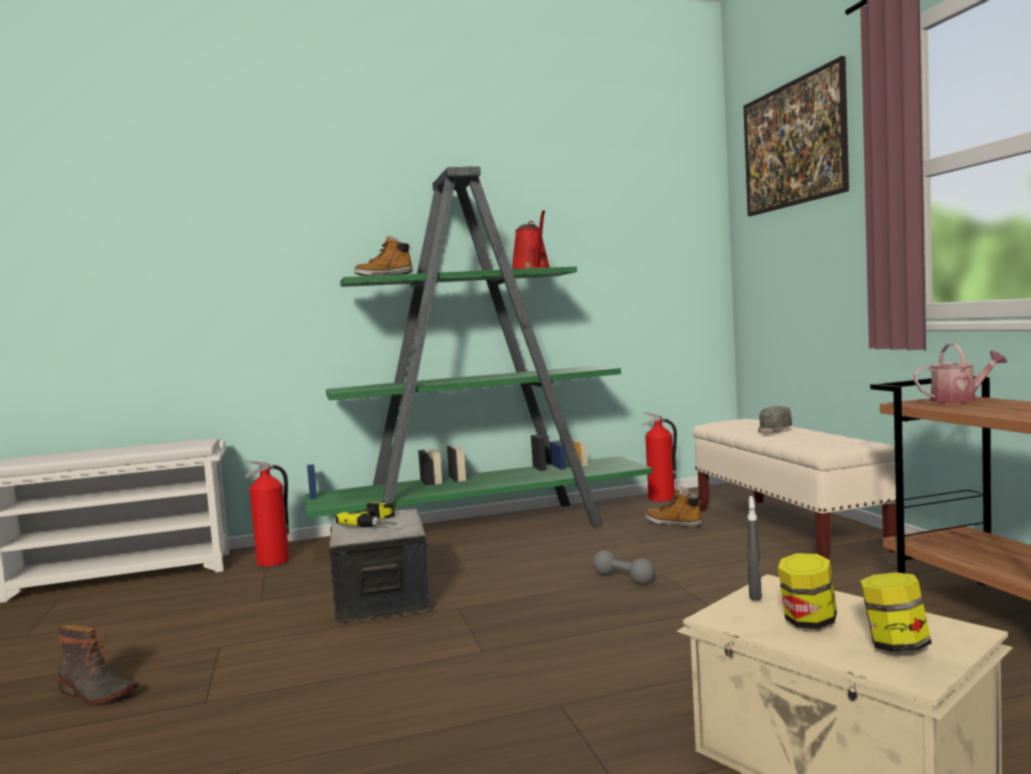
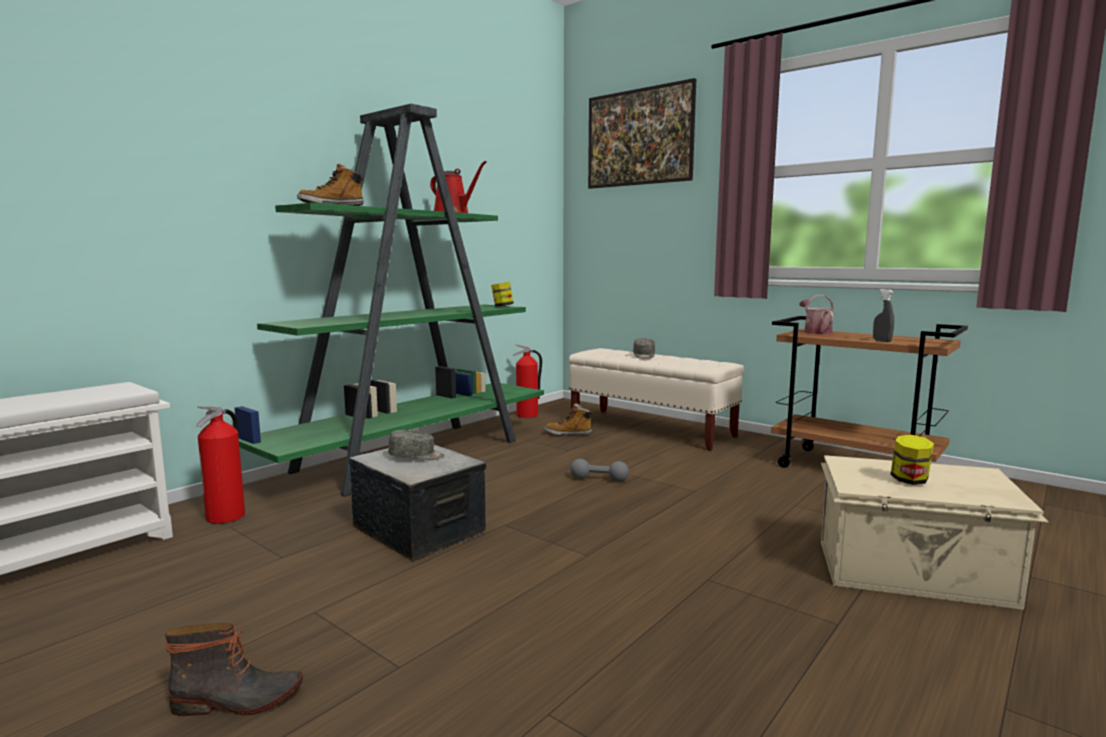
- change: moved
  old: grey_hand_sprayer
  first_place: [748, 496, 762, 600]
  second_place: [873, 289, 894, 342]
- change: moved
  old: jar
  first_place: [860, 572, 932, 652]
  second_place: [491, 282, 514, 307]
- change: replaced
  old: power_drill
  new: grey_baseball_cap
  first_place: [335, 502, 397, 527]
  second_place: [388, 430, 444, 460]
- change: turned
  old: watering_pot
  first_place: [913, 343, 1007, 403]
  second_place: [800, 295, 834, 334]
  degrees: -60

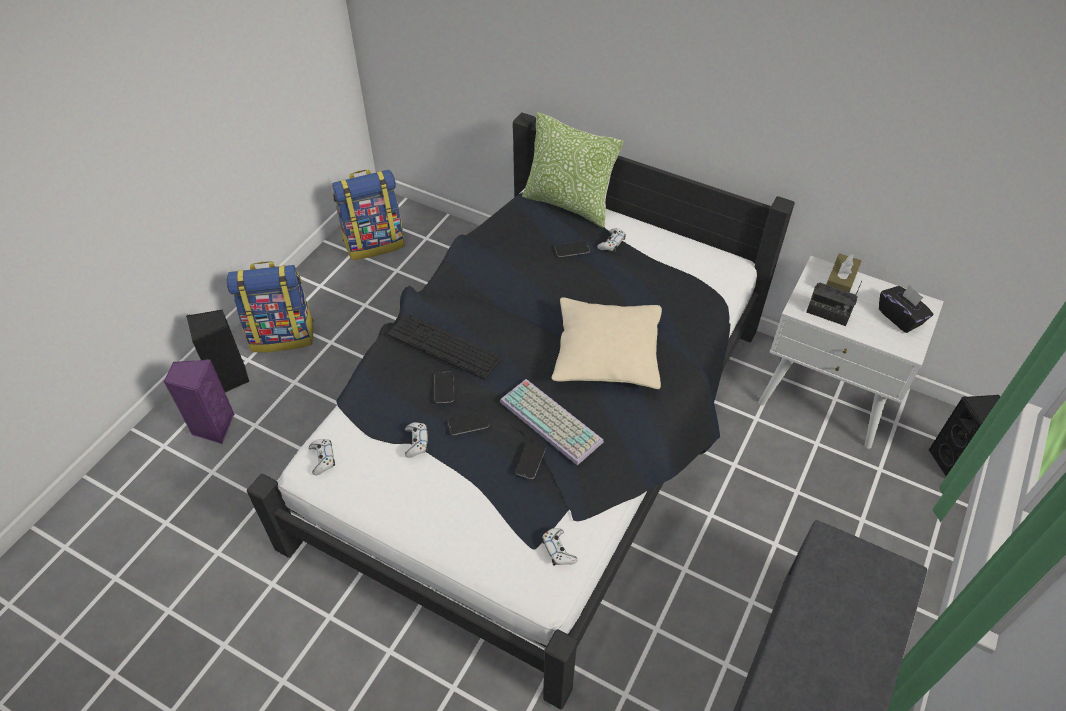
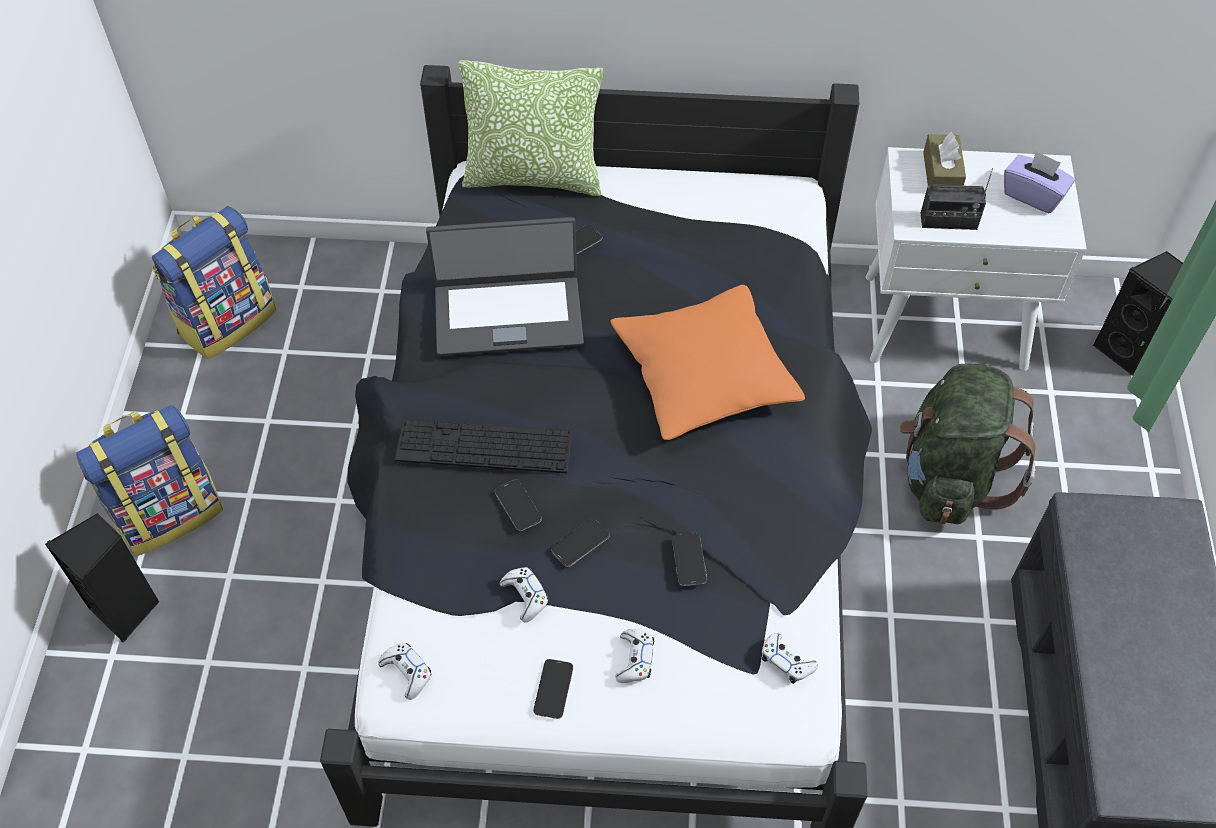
- change: removed
  old: purple-coloured_audio_speaker
  first_place: [163, 359, 235, 444]
- change: removed
  old: keyboard
  first_place: [500, 379, 604, 465]
- change: added
  new: laptop
  second_place: [426, 217, 584, 356]
- change: added
  new: handset
  second_place: [533, 659, 573, 719]
- change: added
  new: green_backpack
  second_place: [899, 364, 1036, 524]
- change: moved
  old: white-coloured_gamepad
  first_place: [597, 228, 626, 251]
  second_place: [615, 629, 654, 683]
- change: recoloured
  old: beige_pillow
  new: orange_pillow
  first_place: [552, 297, 662, 389]
  second_place: [611, 285, 805, 440]
- change: recoloured
  old: blackish_box_of_tissues
  new: purple-coloured_box_of_tissues
  first_place: [879, 285, 933, 333]
  second_place: [1004, 151, 1075, 213]

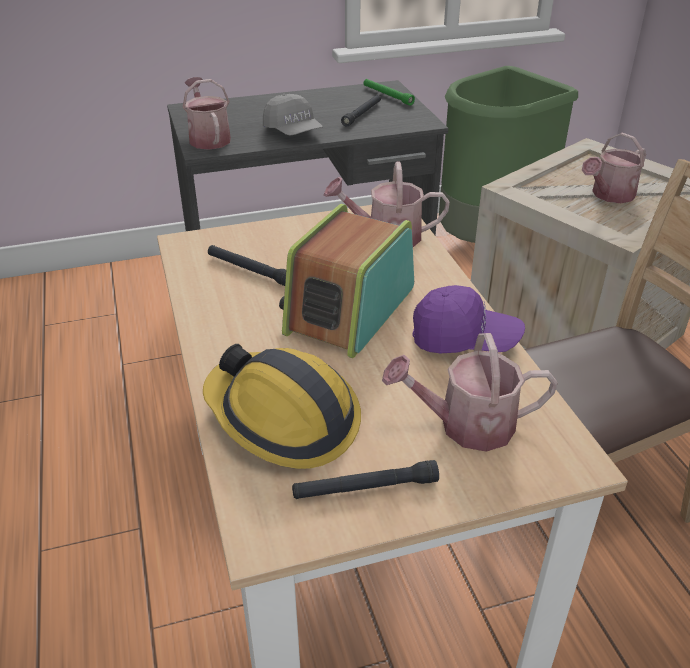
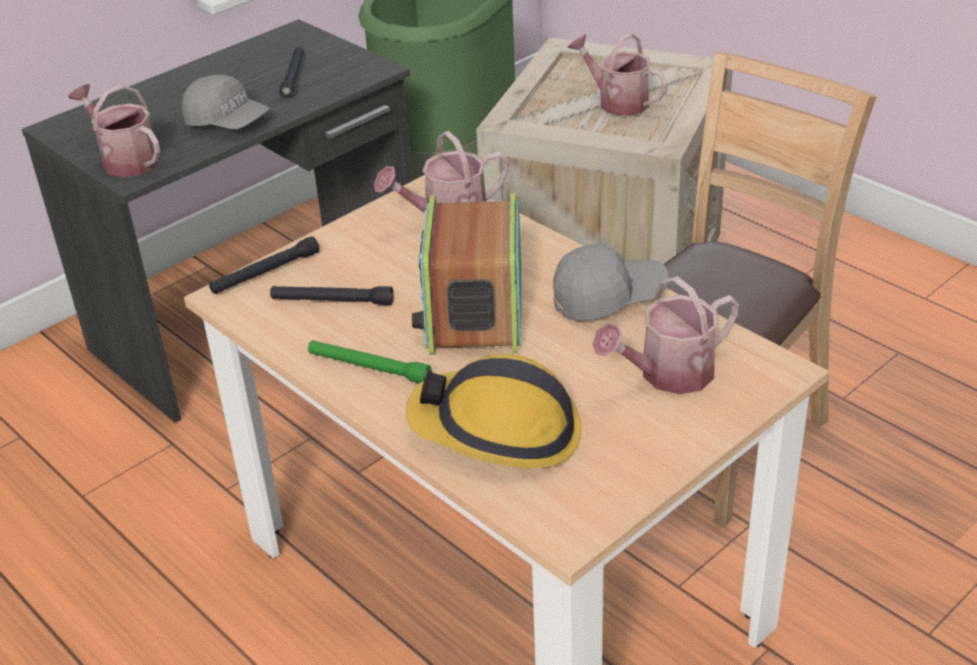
- change: moved
  old: blackish_hand_torch
  first_place: [292, 460, 439, 499]
  second_place: [209, 236, 320, 294]
- change: moved
  old: green_hand_torch
  first_place: [364, 79, 415, 106]
  second_place: [308, 340, 431, 383]
- change: recoloured
  old: purple-coloured_baseball_cap
  new: grey_baseball_cap
  first_place: [412, 285, 525, 353]
  second_place: [553, 243, 669, 321]
- change: turned
  old: watering_pot
  first_place: [582, 133, 646, 203]
  second_place: [567, 33, 668, 116]
  degrees: 105

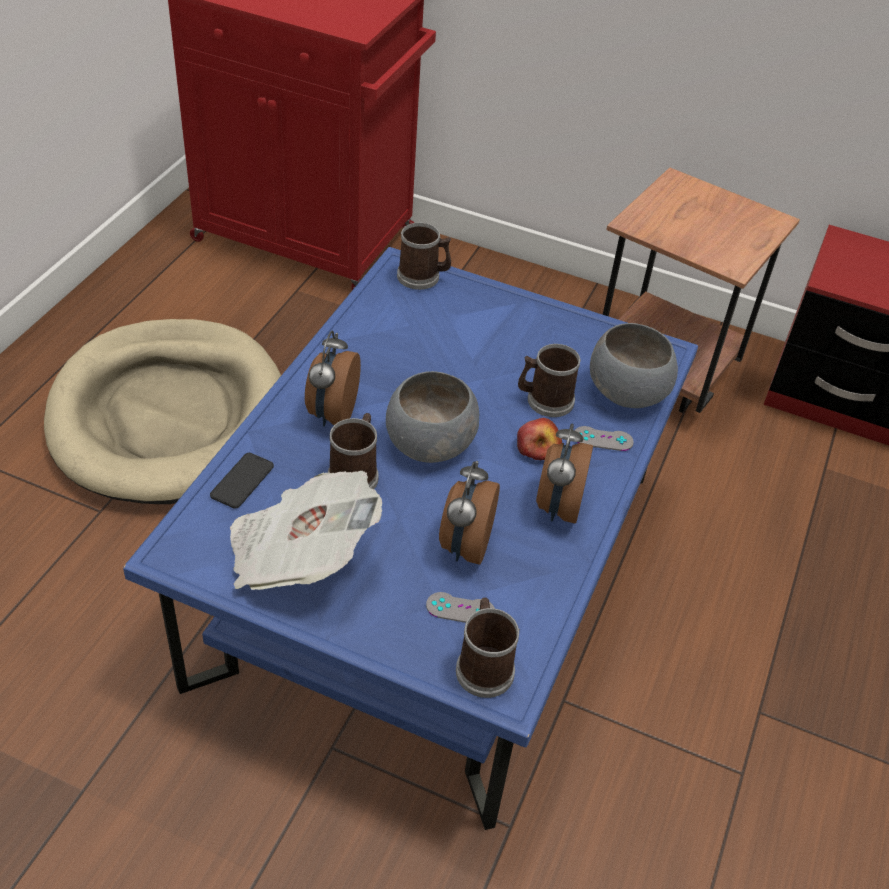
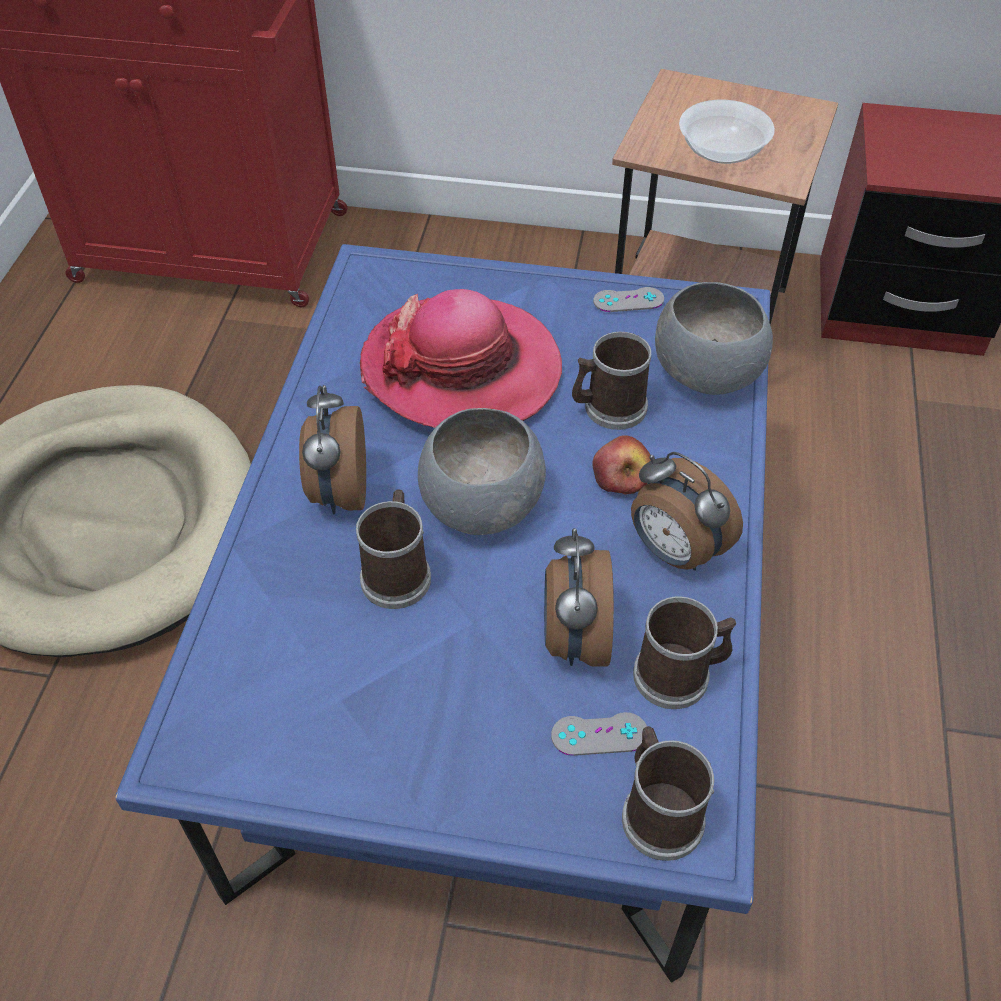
- change: removed
  old: handset
  first_place: [210, 453, 274, 509]
- change: removed
  old: daily_paper
  first_place: [230, 471, 382, 590]
- change: added
  new: hat
  second_place: [360, 289, 562, 428]
- change: added
  new: deep_dish
  second_place: [679, 100, 775, 164]
- change: moved
  old: mug
  first_place: [397, 223, 451, 290]
  second_place: [633, 596, 736, 709]
- change: moved
  old: grey_gamepad
  first_place: [575, 426, 634, 451]
  second_place: [593, 287, 664, 312]
- change: turned
  old: bedside_clock
  first_place: [536, 423, 593, 523]
  second_place: [631, 452, 743, 571]
  degrees: -45

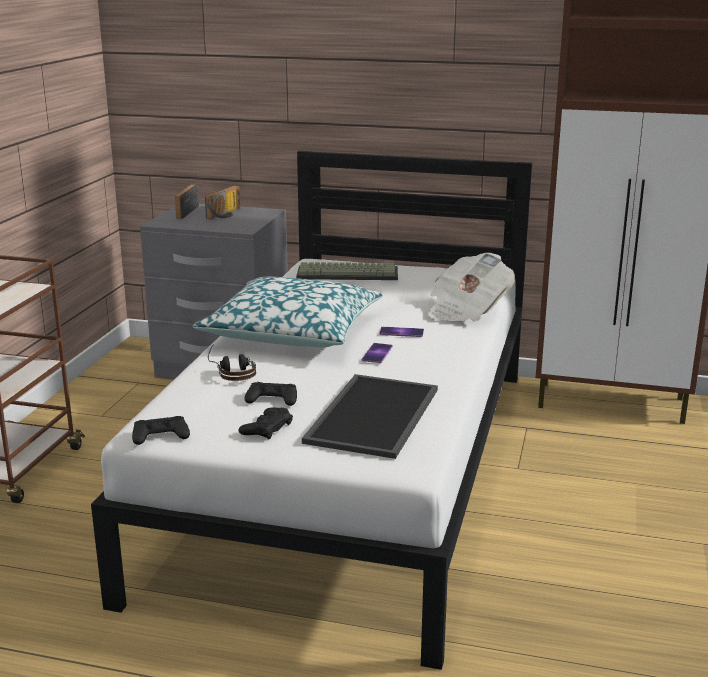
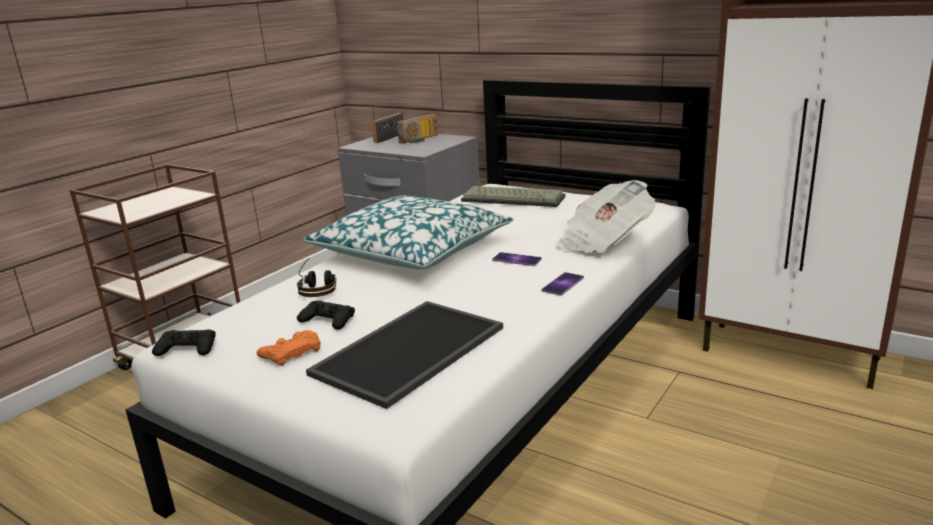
- change: moved
  old: handset
  first_place: [362, 343, 393, 363]
  second_place: [541, 272, 584, 296]
- change: recoloured
  old: blackish_gamepad
  new: orange_gamepad
  first_place: [238, 407, 293, 439]
  second_place: [257, 330, 321, 366]

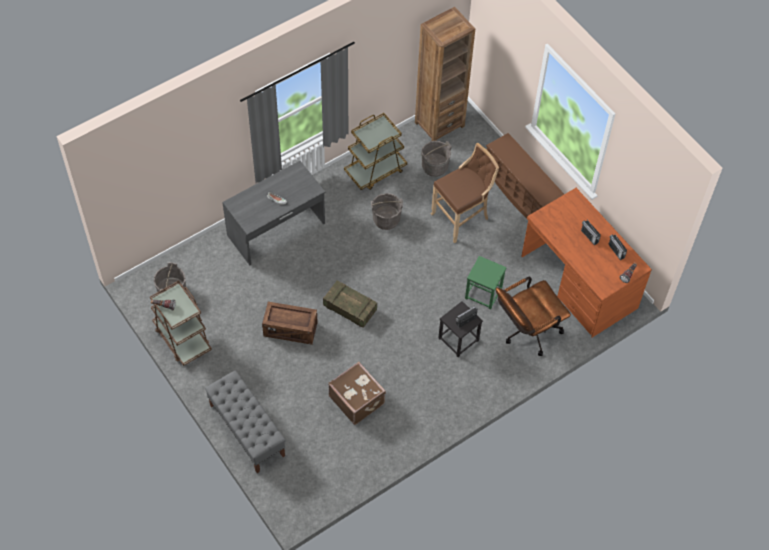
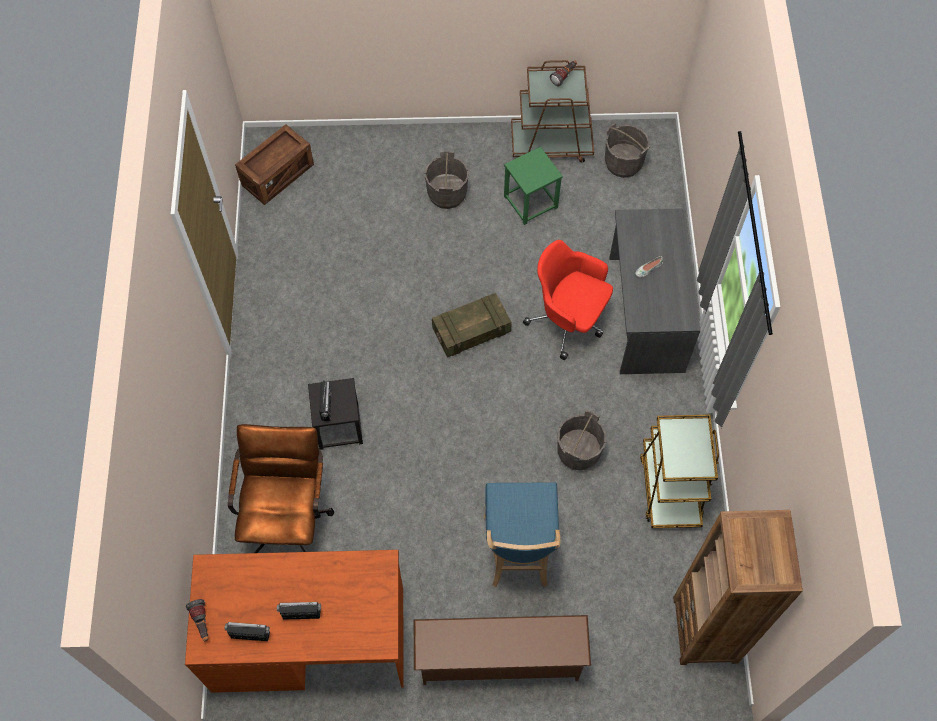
- change: removed
  old: grey_bench
  first_place: [205, 370, 286, 473]
- change: removed
  old: brownish_piece_of_luggage
  first_place: [328, 362, 386, 425]
- change: added
  new: red_desk_chair
  second_place: [523, 240, 613, 360]
- change: moved
  old: packing_crate
  first_place: [262, 302, 318, 345]
  second_place: [235, 124, 314, 205]
- change: moved
  old: grey_water_bucket
  first_place: [421, 141, 452, 177]
  second_place: [425, 151, 469, 209]
- change: moved
  old: green_stool
  first_place: [465, 256, 507, 310]
  second_place: [504, 147, 563, 225]
- change: recoloured
  old: brownish_stool
  new: bluish_stool
  first_place: [431, 143, 499, 243]
  second_place: [484, 482, 560, 587]

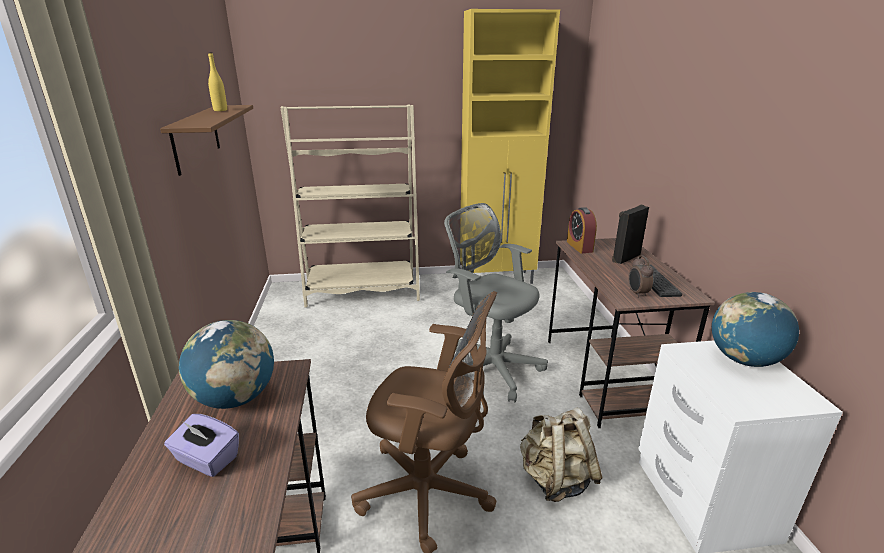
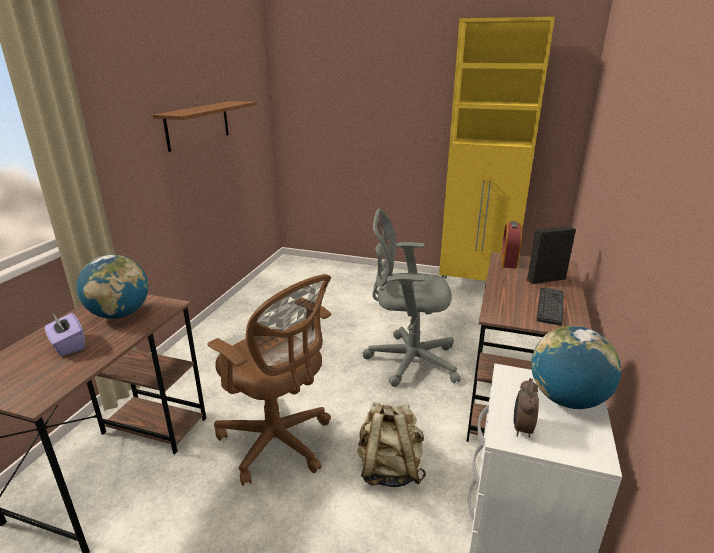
- change: removed
  old: yellow-coloured_drink_bottle
  first_place: [208, 52, 227, 111]
- change: removed
  old: beige_shelving_unit
  first_place: [281, 105, 420, 308]
- change: moved
  old: bedside_clock
  first_place: [628, 256, 654, 298]
  second_place: [514, 378, 539, 438]
- change: turned
  old: grey_desk_chair
  first_place: [444, 203, 548, 402]
  second_place: [363, 208, 460, 387]
  degrees: -60

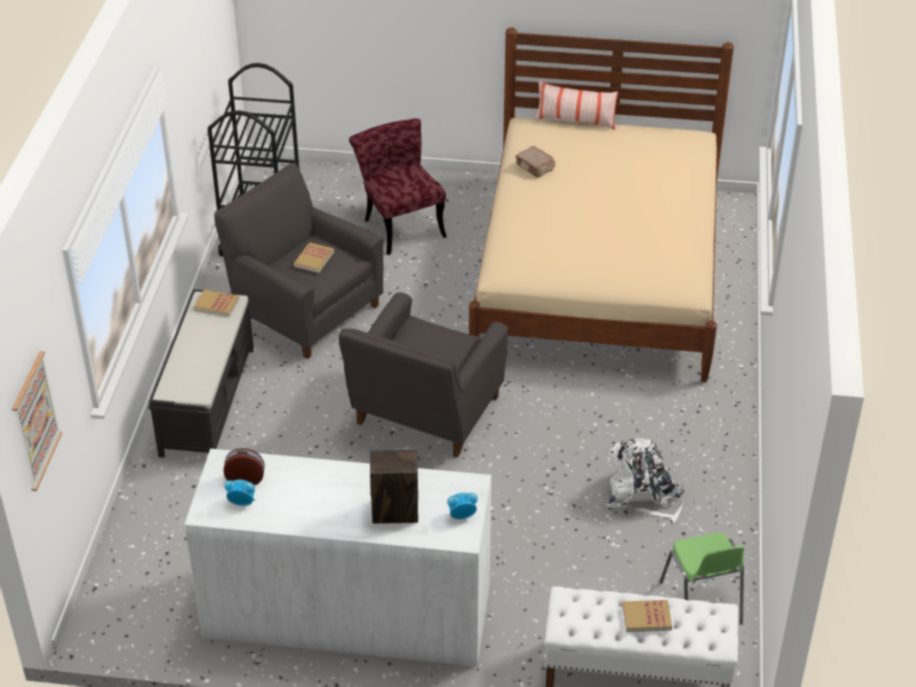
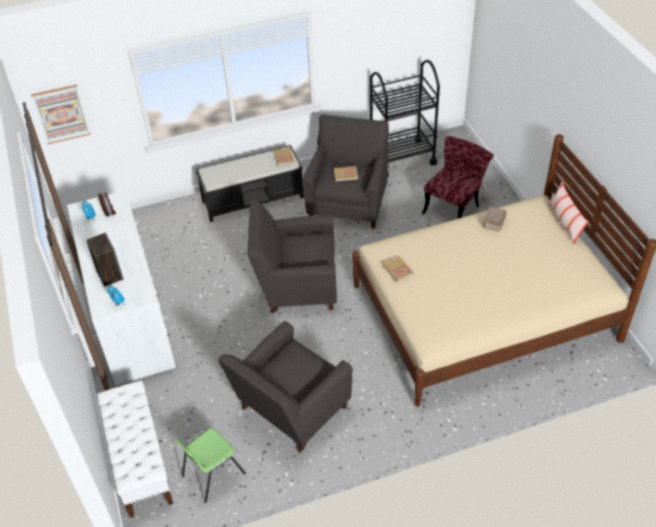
- change: moved
  old: book
  first_place: [622, 600, 672, 632]
  second_place: [383, 257, 414, 282]
- change: replaced
  old: white-coloured_backpack
  new: grey_easy_chair
  first_place: [605, 438, 684, 522]
  second_place: [218, 321, 353, 453]

